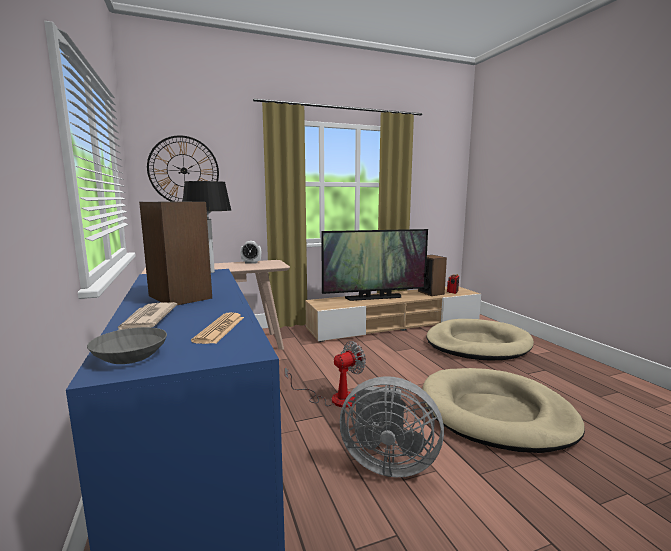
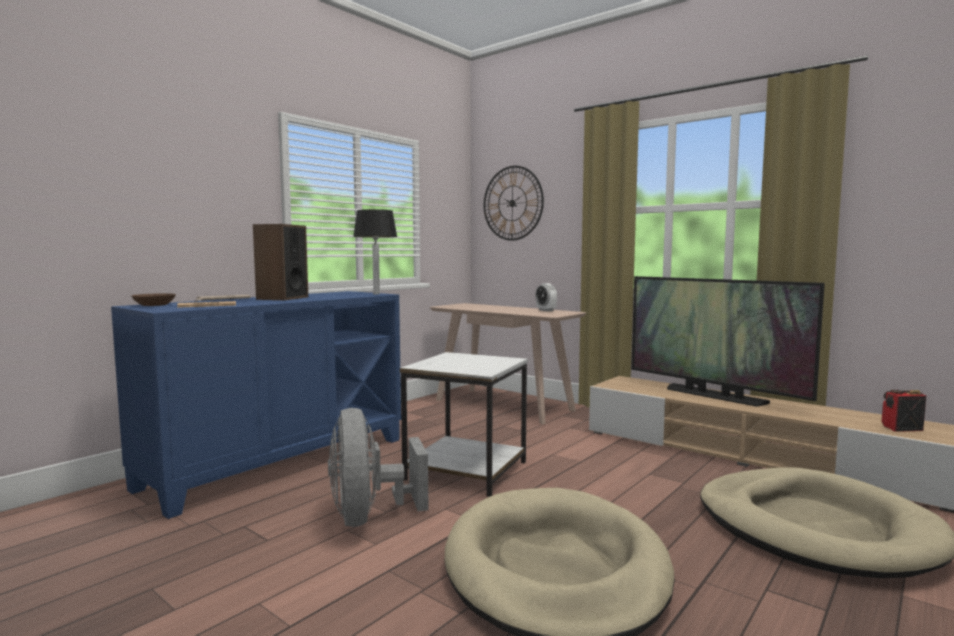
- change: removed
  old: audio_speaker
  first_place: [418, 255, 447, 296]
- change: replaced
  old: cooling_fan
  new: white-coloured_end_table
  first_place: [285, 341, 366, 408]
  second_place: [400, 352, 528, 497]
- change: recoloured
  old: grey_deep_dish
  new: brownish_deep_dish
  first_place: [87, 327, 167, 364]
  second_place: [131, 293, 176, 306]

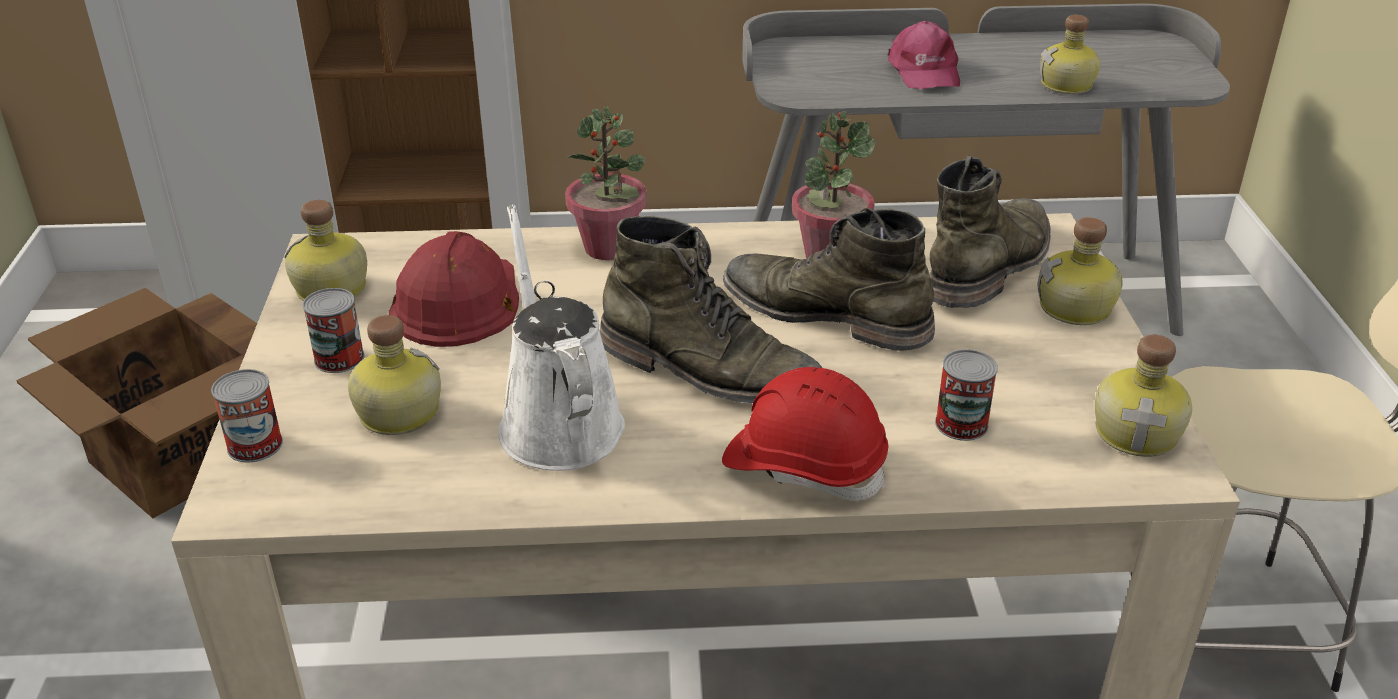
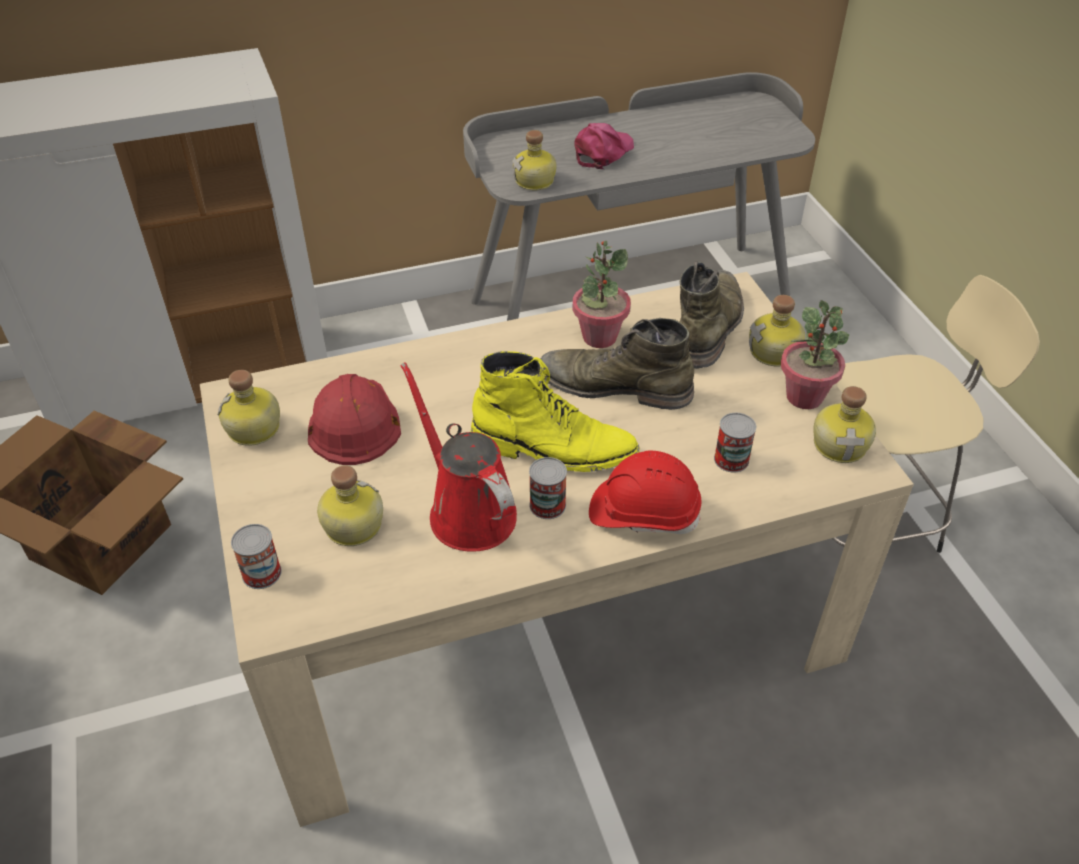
- change: moved
  old: metal_can
  first_place: [302, 288, 365, 373]
  second_place: [529, 457, 567, 519]
- change: moved
  old: houseplant
  first_place: [565, 105, 647, 260]
  second_place: [781, 300, 849, 409]
- change: moved
  old: drink_bottle
  first_place: [1040, 15, 1100, 94]
  second_place: [512, 130, 556, 190]
- change: recoloured
  old: white-coloured_watering_pot
  new: red_watering_pot
  first_place: [498, 205, 625, 471]
  second_place: [400, 362, 517, 552]
- change: recoloured
  old: green_boot
  new: yellow-coloured_boot
  first_place: [600, 216, 822, 403]
  second_place: [471, 351, 640, 472]
- change: turned
  old: pink_baseball_cap
  first_place: [887, 21, 960, 89]
  second_place: [574, 123, 634, 169]
  degrees: -120

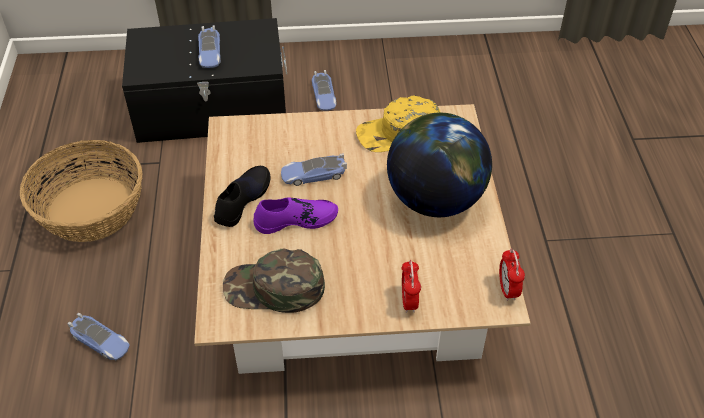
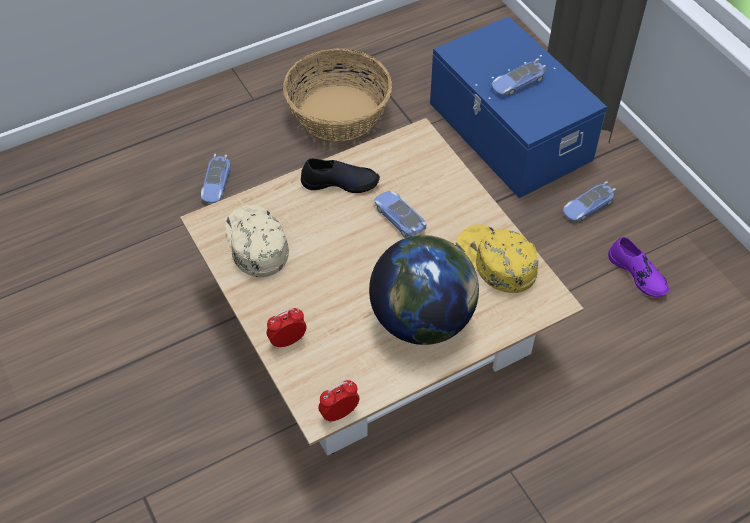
- change: moved
  old: purple-coloured_shoe
  first_place: [254, 197, 338, 234]
  second_place: [608, 237, 669, 297]
- change: recoloured
  old: blackish_storage_container
  new: bluish_storage_container
  first_place: [122, 18, 287, 143]
  second_place: [430, 16, 607, 198]
- change: recoloured
  old: green_baseball_cap
  new: beige_baseball_cap
  first_place: [223, 248, 325, 313]
  second_place: [225, 205, 289, 277]

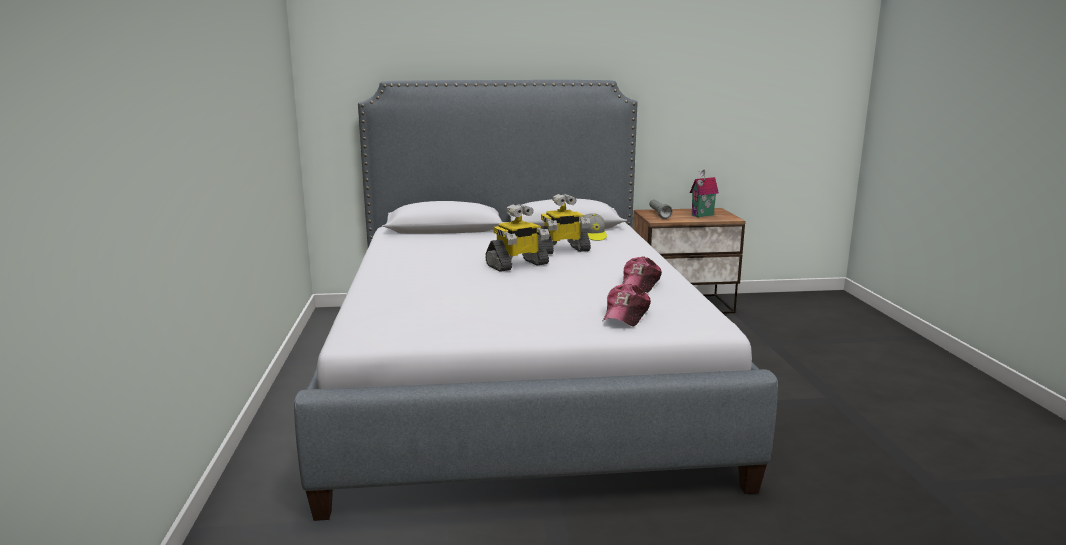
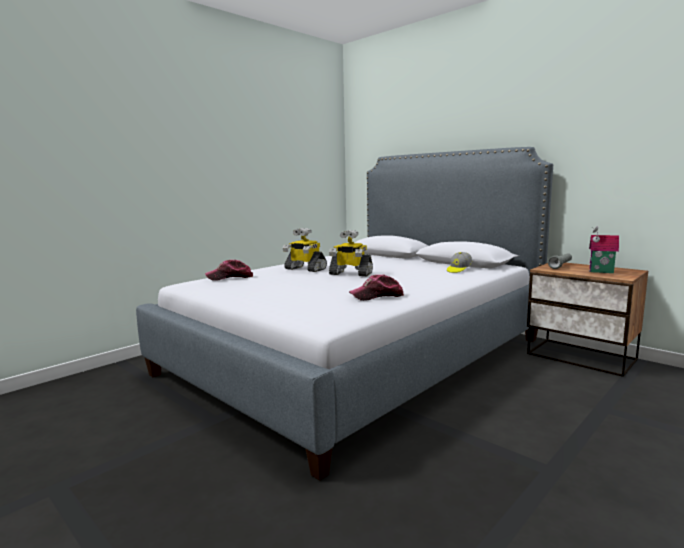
- change: moved
  old: robot_figure
  first_place: [537, 194, 591, 254]
  second_place: [283, 228, 327, 272]
- change: moved
  old: baseball_cap
  first_place: [603, 283, 651, 326]
  second_place: [205, 259, 253, 281]

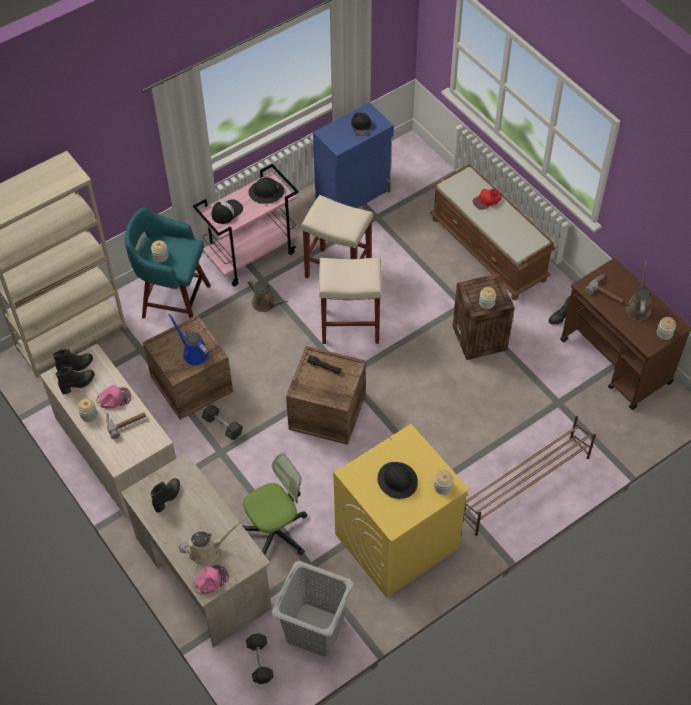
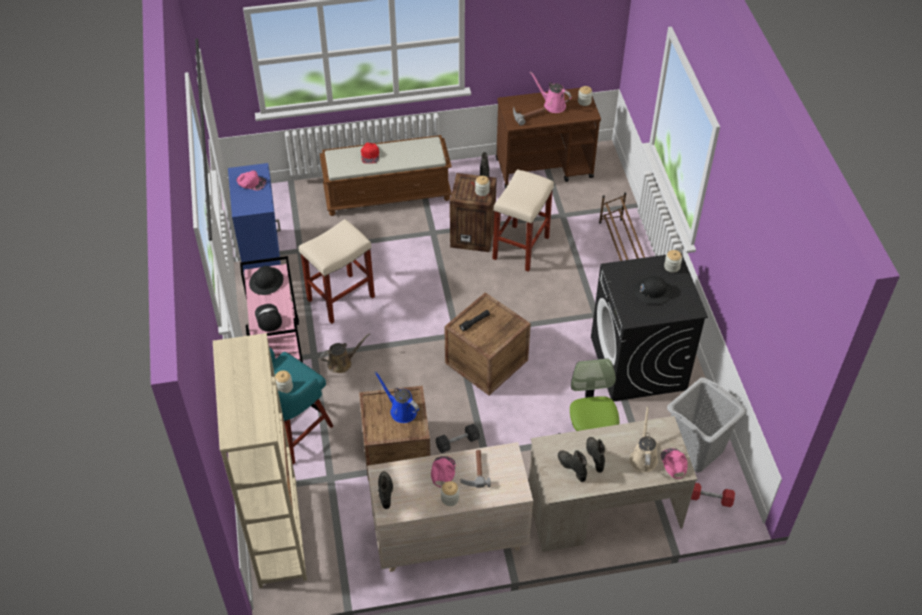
- change: moved
  old: blackish_boot
  first_place: [56, 367, 95, 394]
  second_place: [586, 437, 605, 473]
- change: moved
  old: beige_stool
  first_place: [319, 257, 382, 344]
  second_place: [492, 169, 554, 272]
- change: recoloured
  old: grey_dumbbell
  new: red_dumbbell
  first_place: [246, 633, 274, 684]
  second_place: [691, 483, 735, 507]
- change: recoloured
  old: yellow-coloured_laundry_machine
  new: blackish_laundry_machine
  first_place: [333, 424, 470, 598]
  second_place: [591, 253, 708, 401]
- change: recoloured
  old: blackish_baseball_cap
  new: pink_baseball_cap
  first_place: [351, 113, 372, 136]
  second_place: [237, 170, 266, 191]
- change: recoloured
  old: brownish_watering_pot
  new: pink_watering_pot
  first_place: [625, 261, 652, 321]
  second_place: [530, 72, 571, 113]
- change: turned
  old: bluish_watering_pot
  first_place: [168, 314, 209, 366]
  second_place: [374, 371, 419, 423]
  degrees: 60

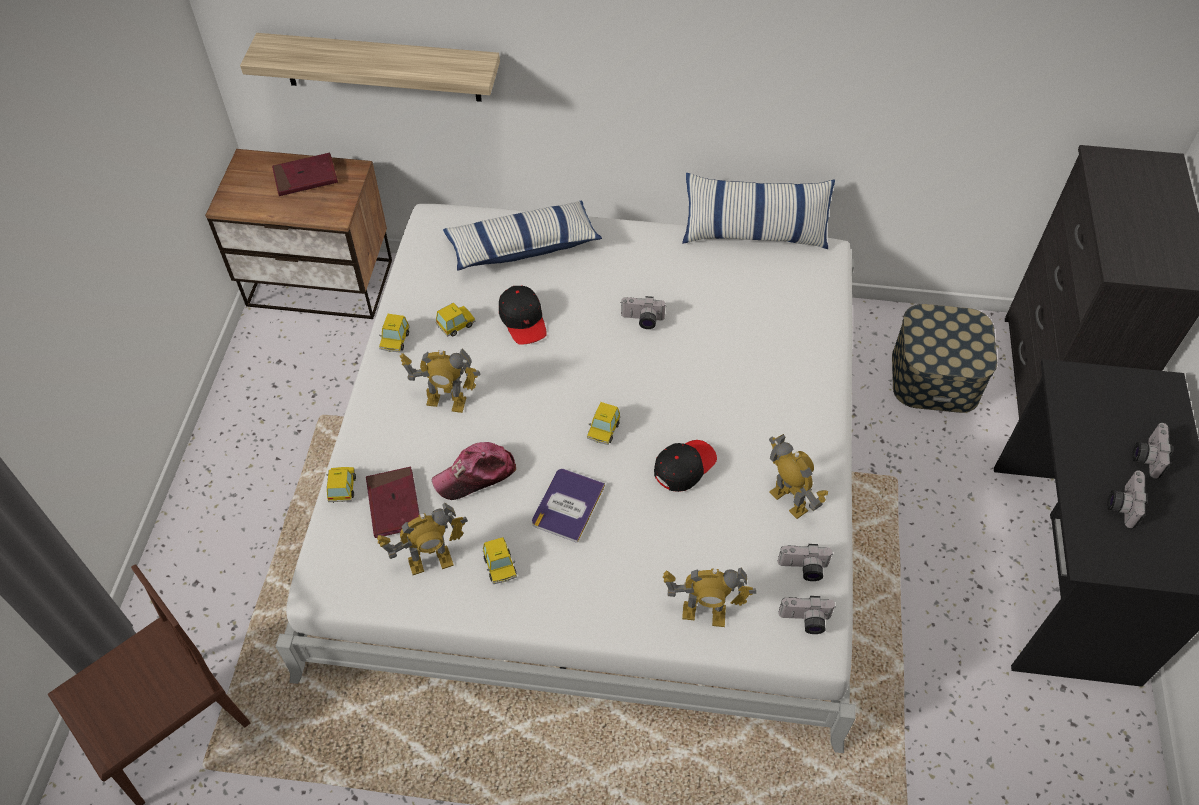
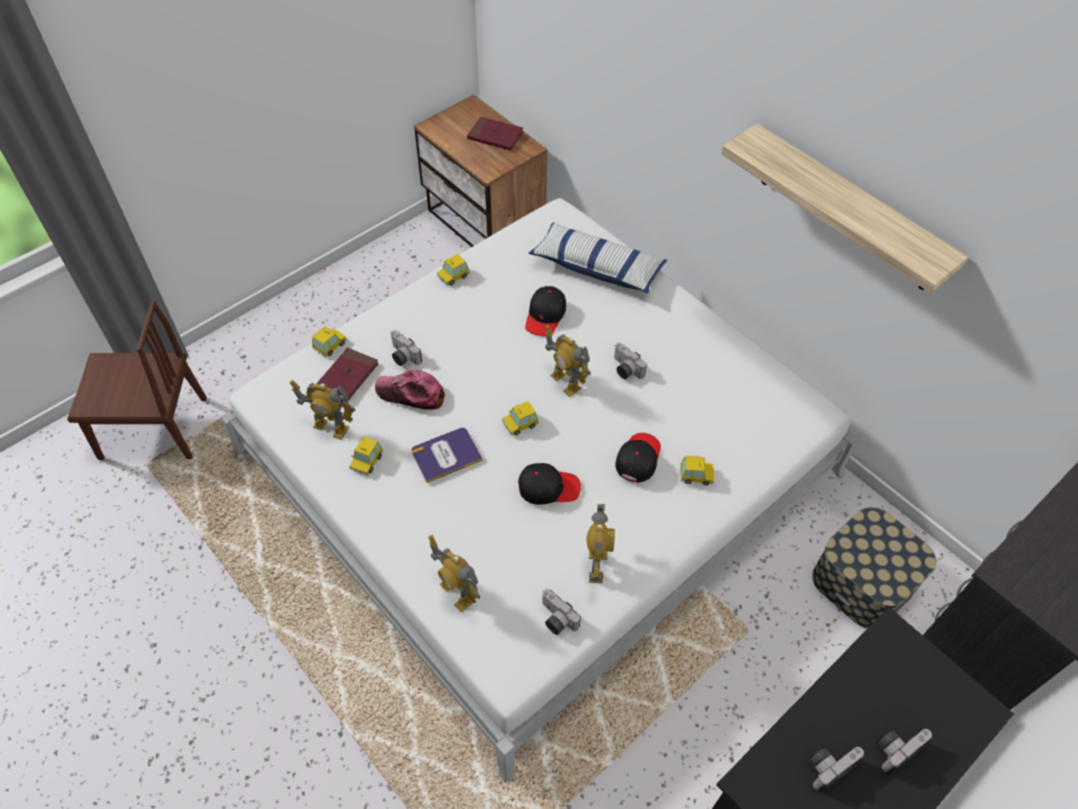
- change: removed
  old: pillow
  first_place: [682, 173, 835, 249]
- change: added
  new: blackish_baseball_cap
  second_place: [615, 433, 661, 483]
- change: moved
  old: shelf
  first_place: [240, 33, 500, 102]
  second_place: [721, 124, 968, 293]
- change: moved
  old: robot_figure
  first_place: [400, 348, 480, 413]
  second_place: [545, 325, 591, 397]
- change: moved
  old: miniature_car
  first_place: [436, 302, 476, 337]
  second_place: [680, 456, 714, 485]
- change: moved
  old: photo_camera
  first_place: [778, 596, 835, 634]
  second_place: [391, 330, 422, 366]

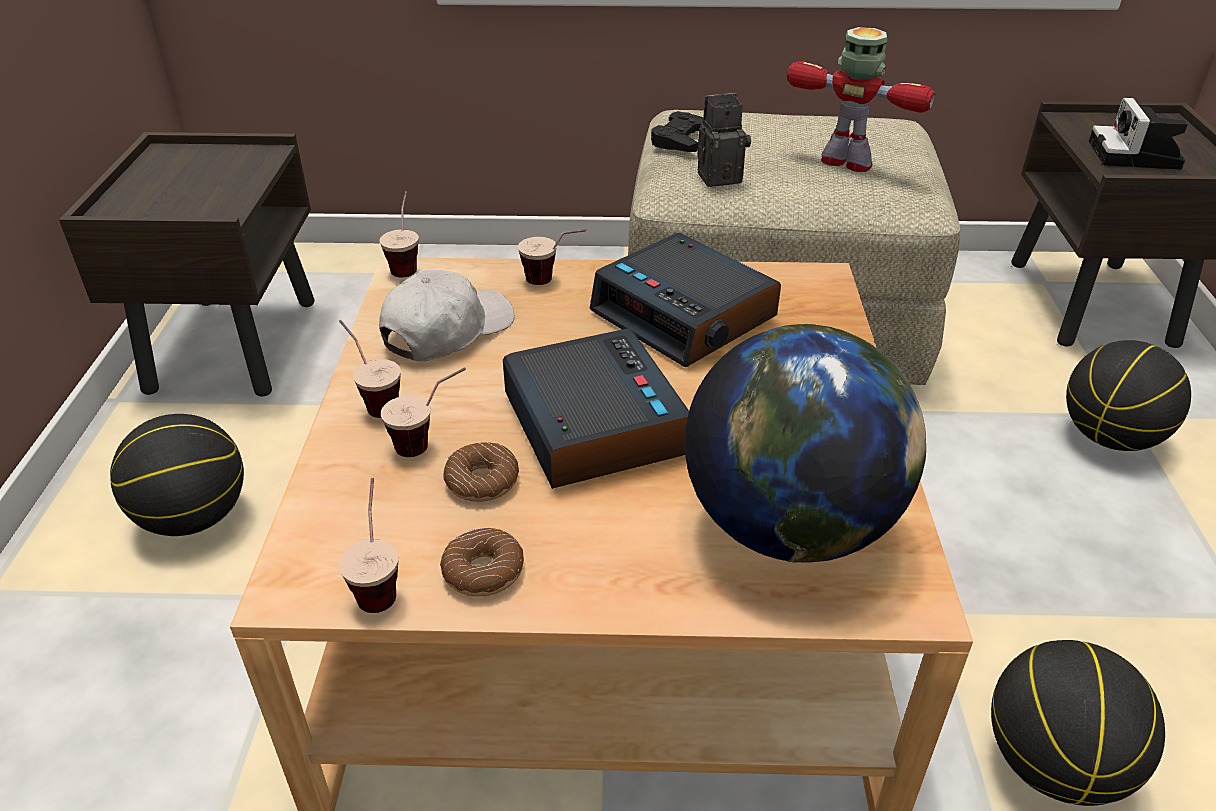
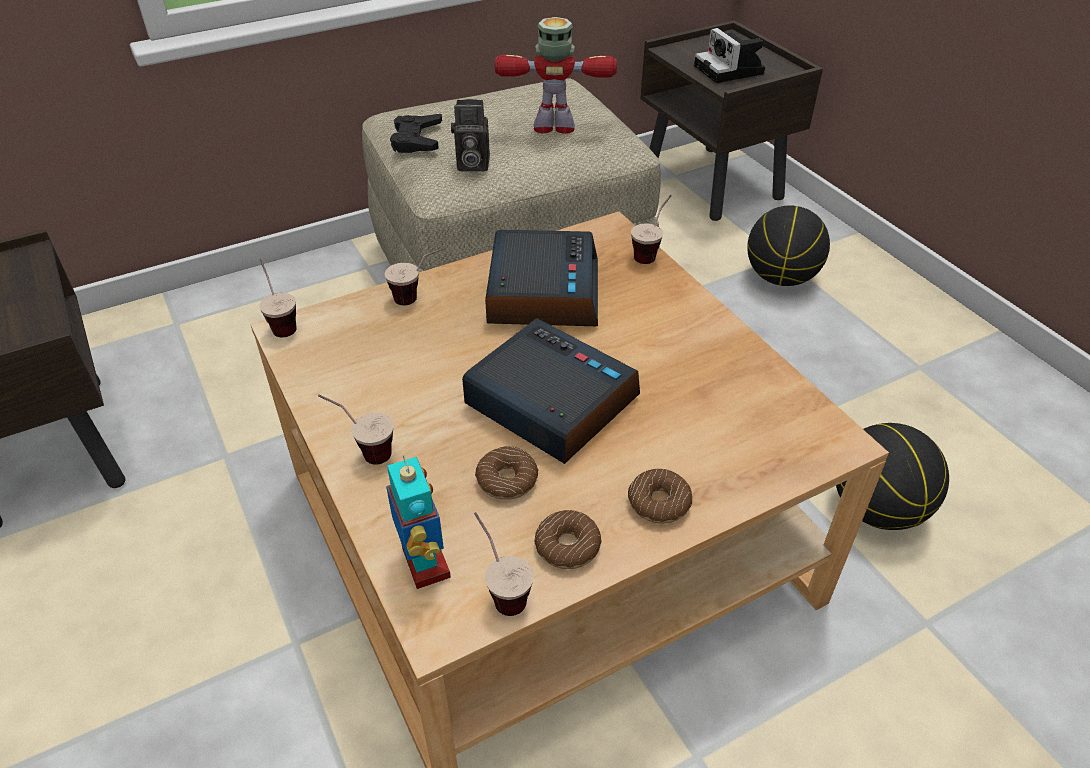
- change: removed
  old: basketball
  first_place: [110, 414, 244, 536]
- change: removed
  old: white-coloured_baseball_cap
  first_place: [379, 270, 515, 361]
- change: removed
  old: desk_globe
  first_place: [685, 324, 926, 563]
- change: added
  new: robot_figure
  second_place: [386, 455, 451, 589]
- change: added
  new: ring_doughnut
  second_place: [628, 469, 692, 523]
- change: moved
  old: cup
  first_place: [381, 367, 466, 457]
  second_place: [631, 195, 672, 264]
- change: turned
  old: bedside_clock
  first_place: [590, 233, 781, 367]
  second_place: [485, 230, 598, 326]
  degrees: -105
- change: turned
  old: photo_camera
  first_place: [697, 93, 751, 187]
  second_place: [451, 99, 490, 171]
  degrees: -135

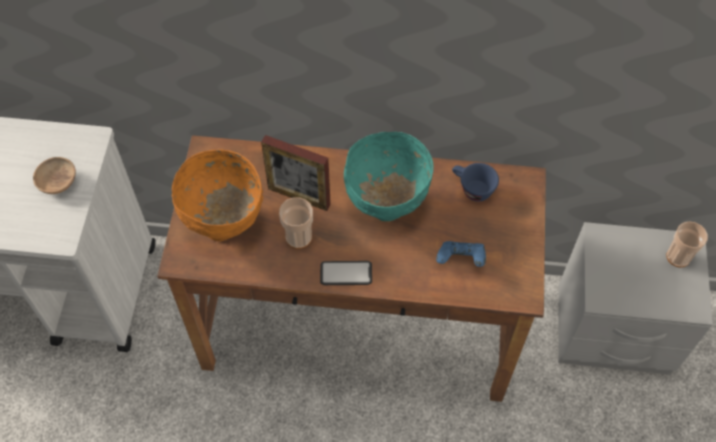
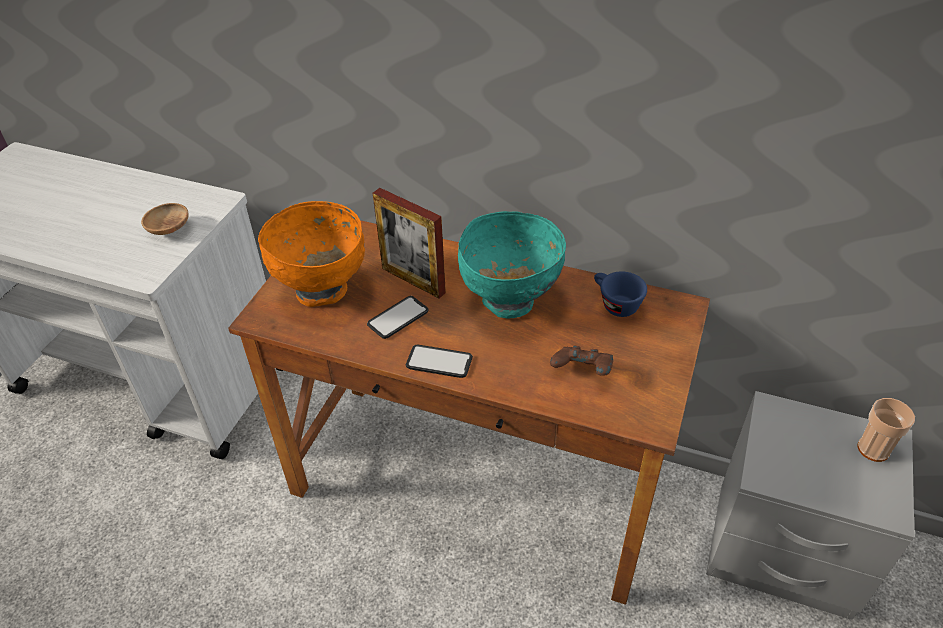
- change: replaced
  old: cup
  new: handset
  first_place: [279, 197, 313, 249]
  second_place: [367, 296, 429, 339]
- change: recoloured
  old: bluish_gamepad
  new: brownish_gamepad
  first_place: [436, 241, 486, 267]
  second_place: [550, 346, 613, 376]

